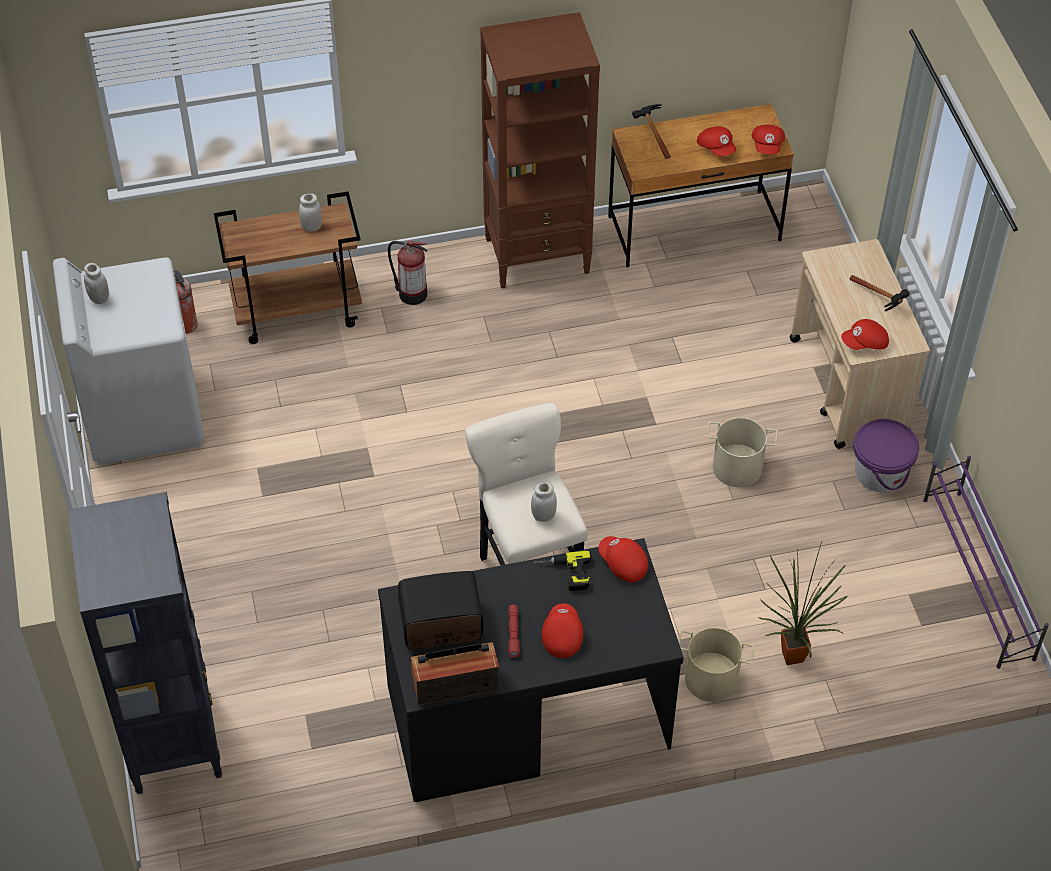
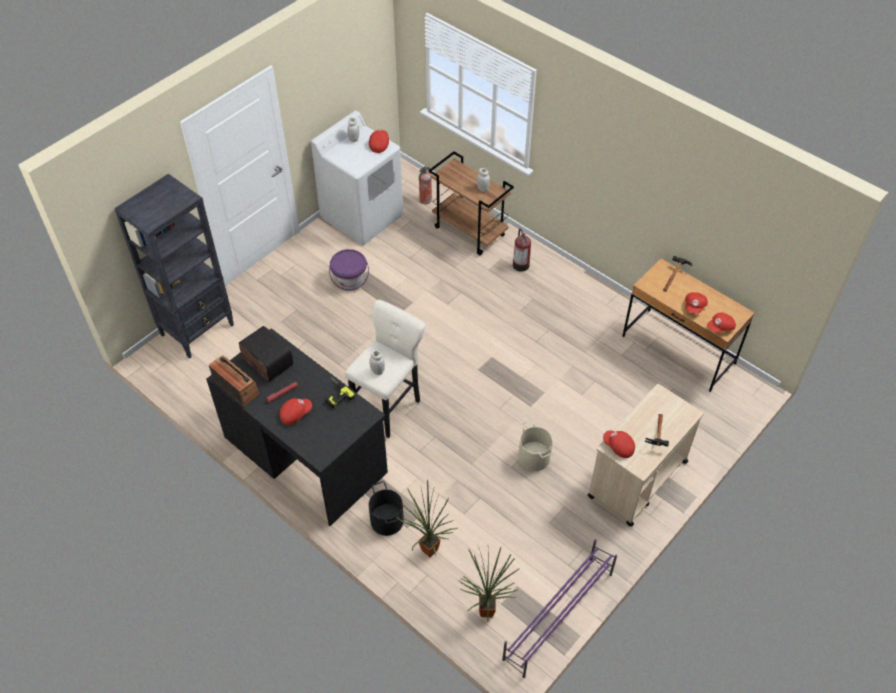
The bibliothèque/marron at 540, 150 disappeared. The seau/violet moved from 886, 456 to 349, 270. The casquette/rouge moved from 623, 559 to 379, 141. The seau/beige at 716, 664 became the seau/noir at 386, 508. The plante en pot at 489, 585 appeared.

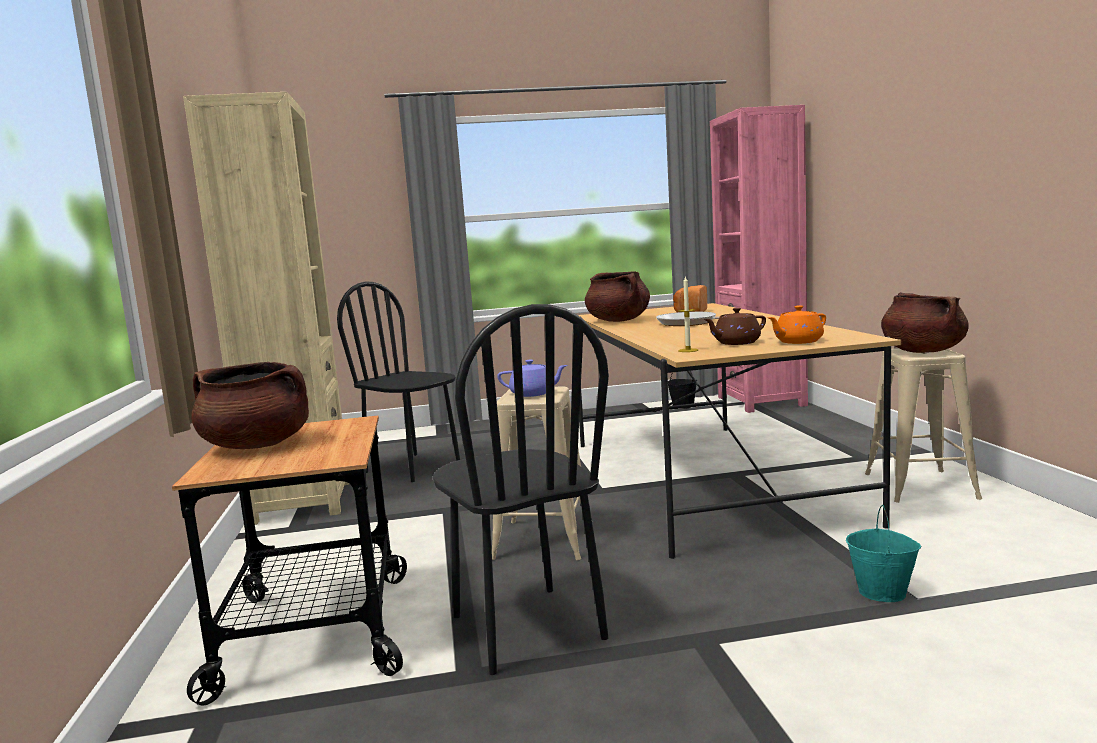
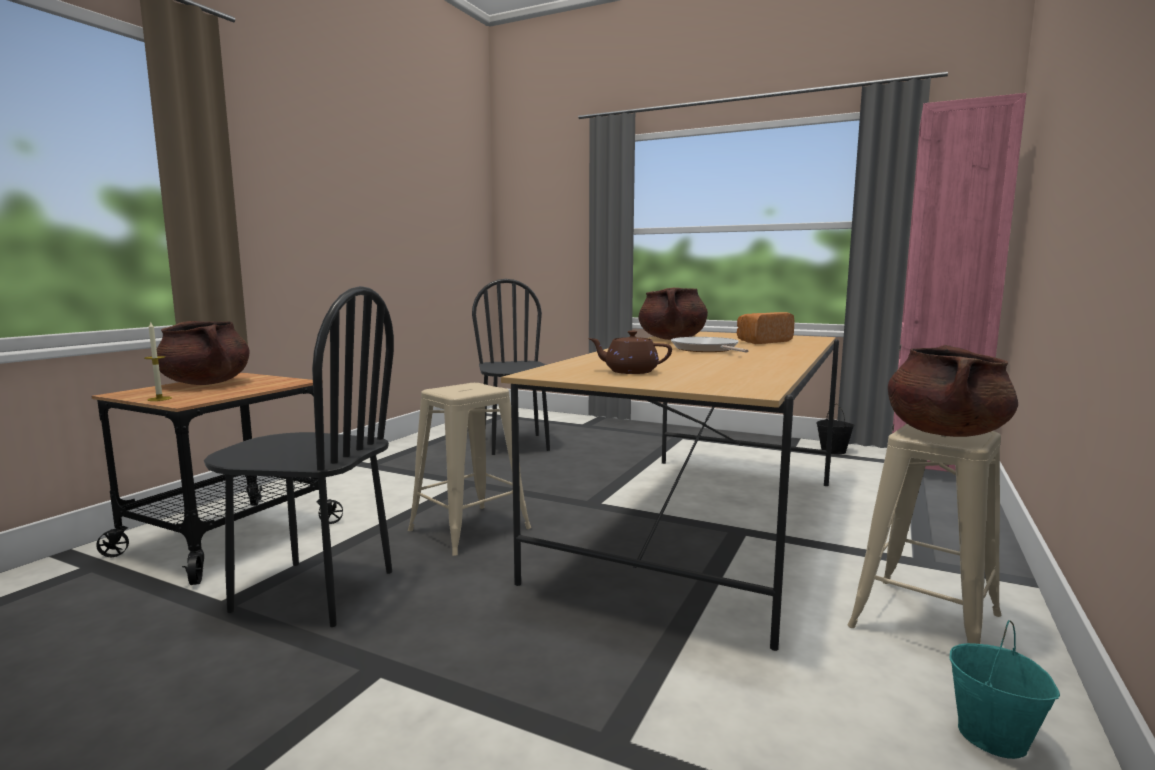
The bibliothèque/beige at 266, 308 disappeared. The bougie moved from 688, 313 to 158, 361. The chaise/noir at 520, 489 turned 90 degrees counterclockwise. The théière/orange at 797, 324 disappeared. The théière/violet at 532, 378 disappeared. The seau/turquoise moved from 884, 553 to 1005, 689.

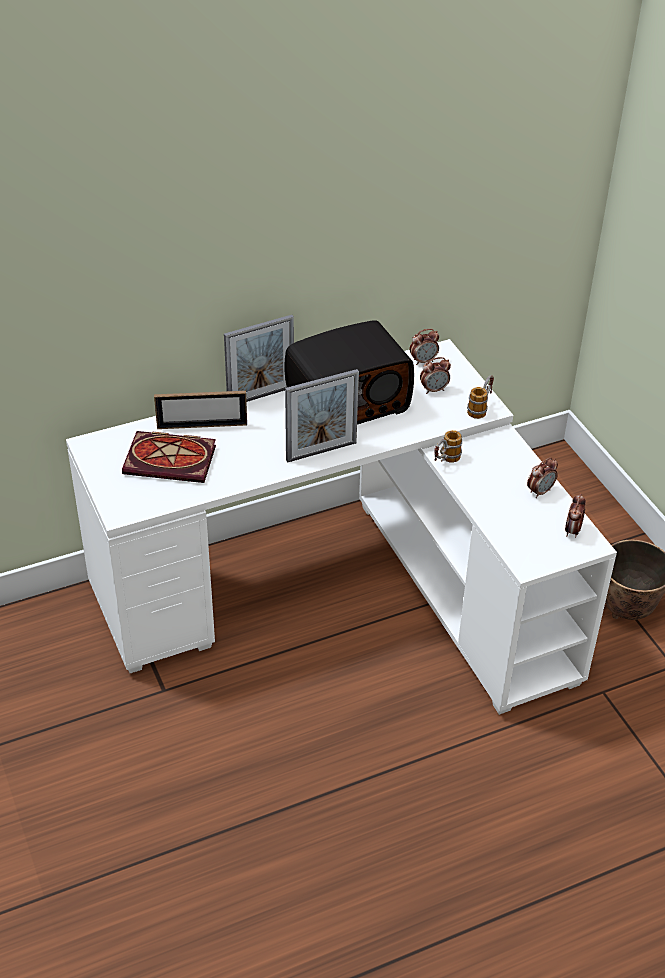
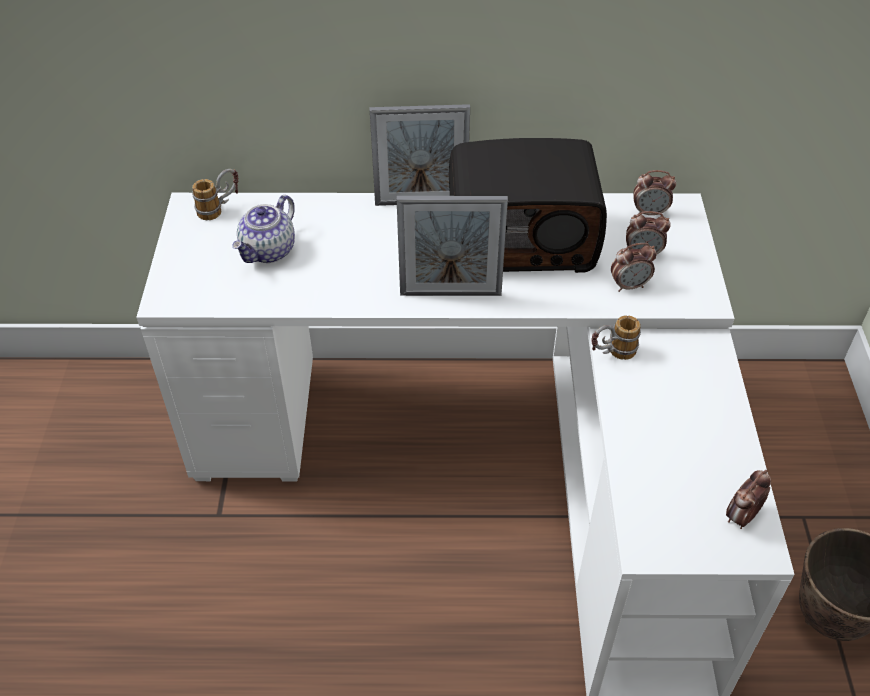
The mug moved from 480, 397 to 215, 194. The cadre photo at 200, 410 disappeared. The livre at 169, 457 was replaced by the théière at 263, 229. The réveil moved from 542, 478 to 634, 267.

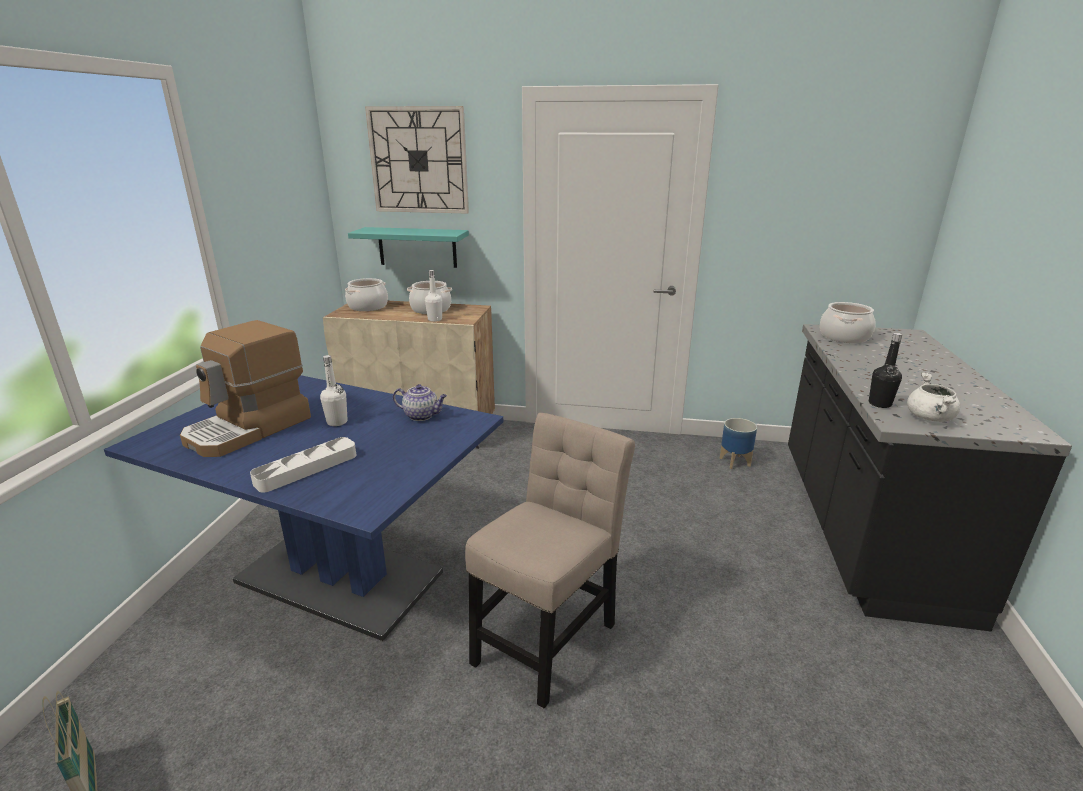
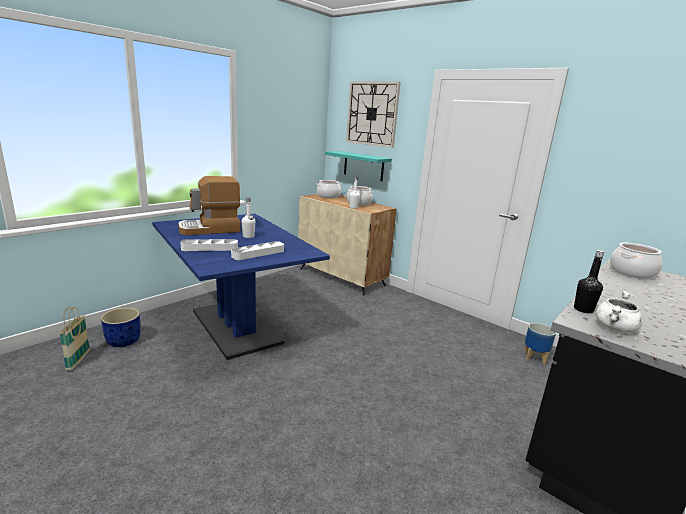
The théière at 420, 402 disappeared. The chaise/beige at 550, 560 disappeared. The plateau/blanc at 257, 250 appeared. The cache-pot/bleu at 121, 327 appeared.

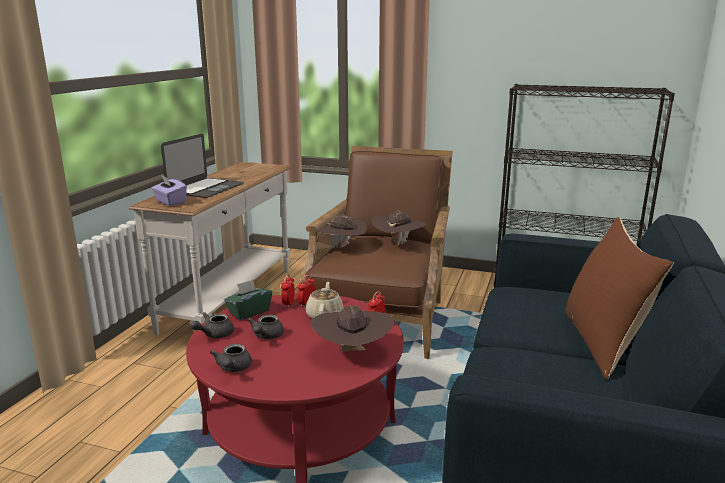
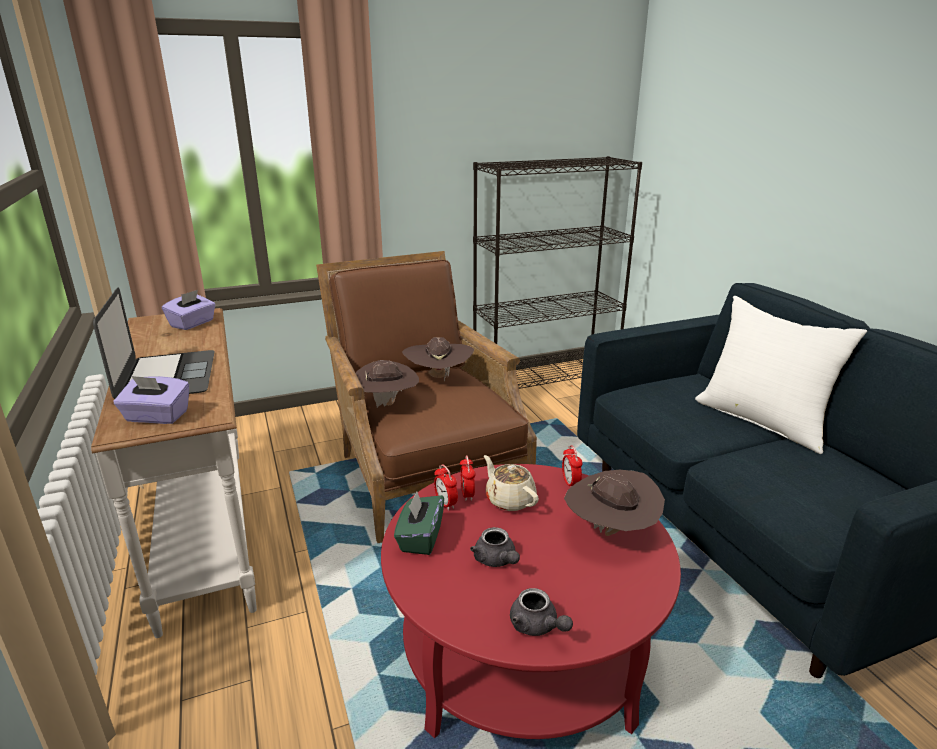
The coussin/marron at 619, 298 became the coussin/blanc at 781, 375. The théière/gris at 212, 325 disappeared. The boîte à mouchoirs/violet at 189, 310 appeared.

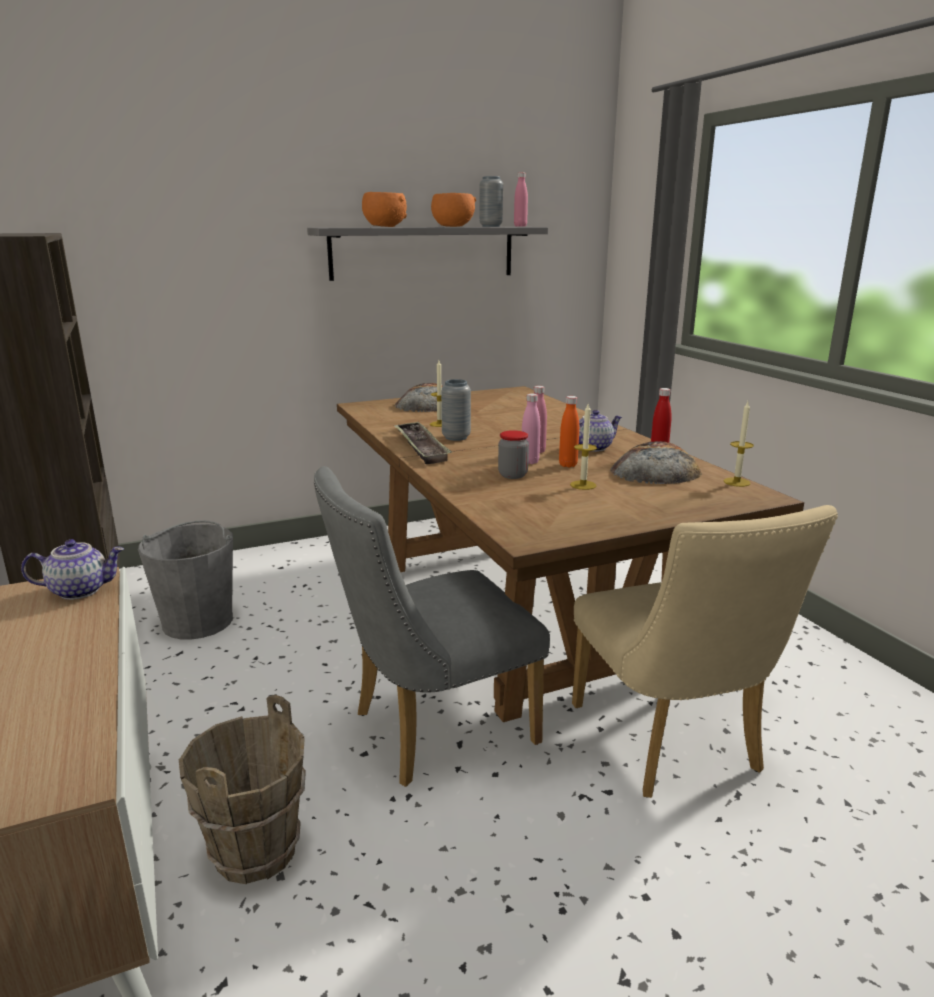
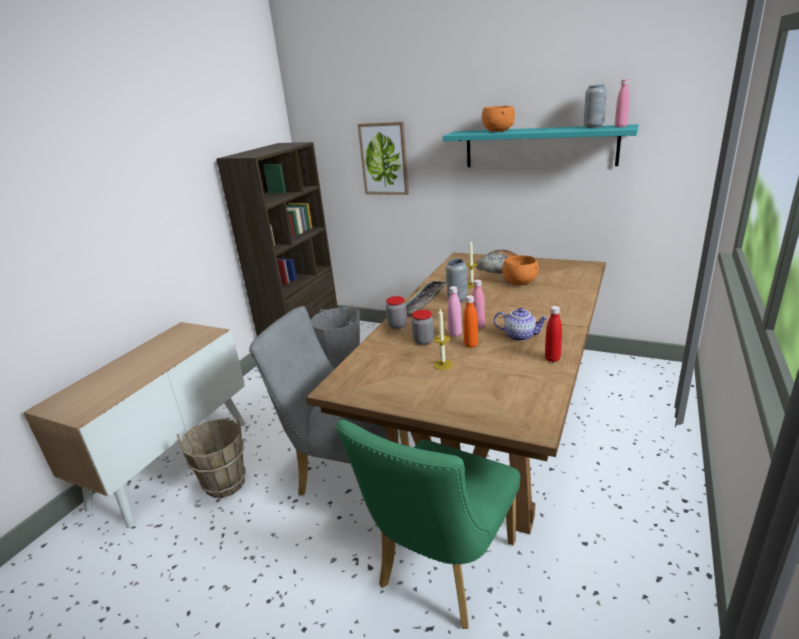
The bol/orange moved from 453, 210 to 520, 270. The étagère/gris at 427, 254 became the étagère/turquoise at 541, 145. The bougie at 738, 444 disappeared. The pain at 656, 462 disappeared. The chaise/beige at 705, 651 became the chaise/vert at 428, 524. The théière at 72, 569 disappeared. The tableau at 383, 158 appeared. The bocal at 396, 312 appeared.

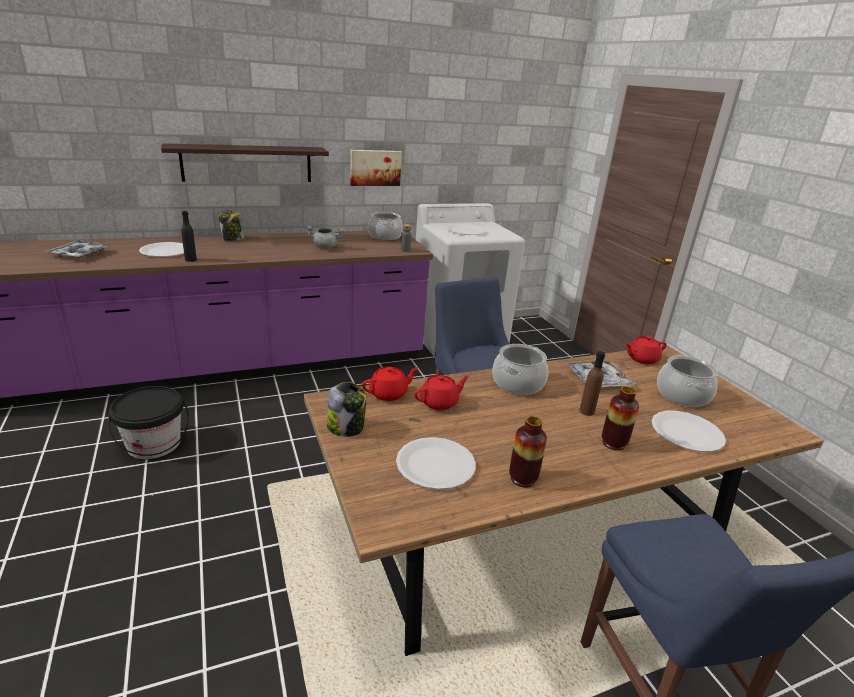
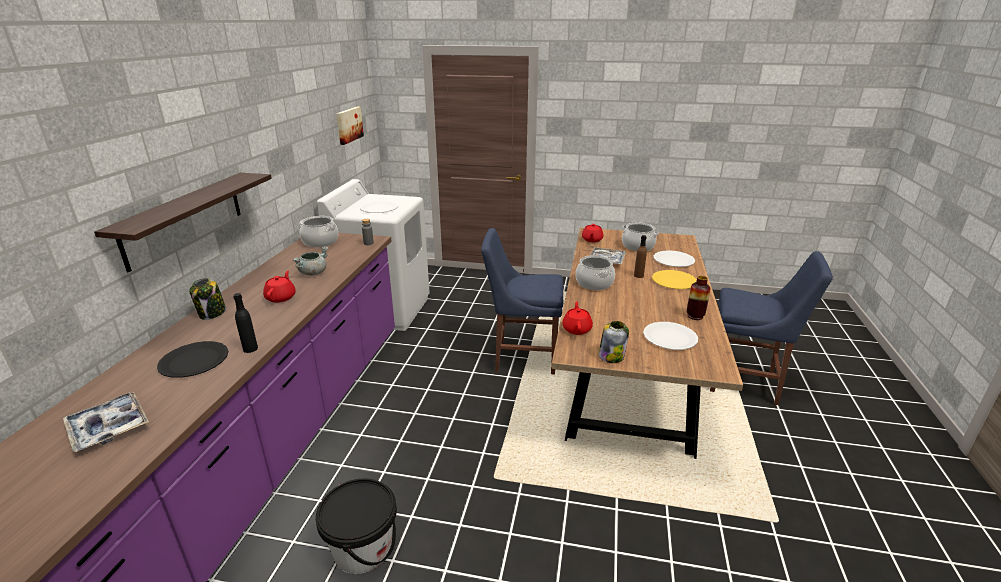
The tableau moved from 376, 168 to 350, 126. The assiette/blanc at 161, 249 became the assiette/noir at 192, 359. The théière/rouge moved from 441, 392 to 279, 287. The vase at 620, 418 was replaced by the assiette/jaune at 674, 279.

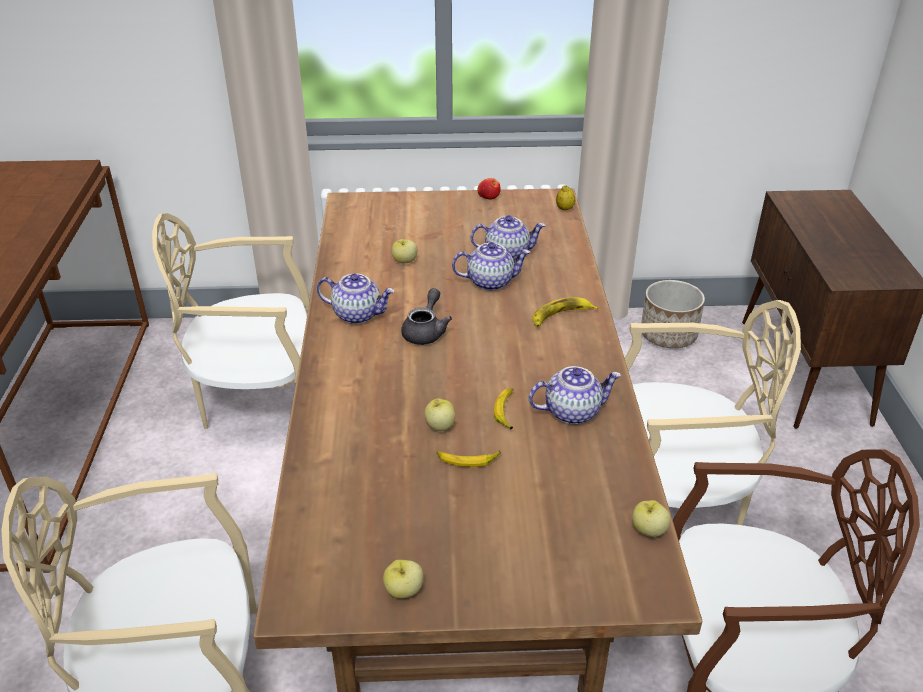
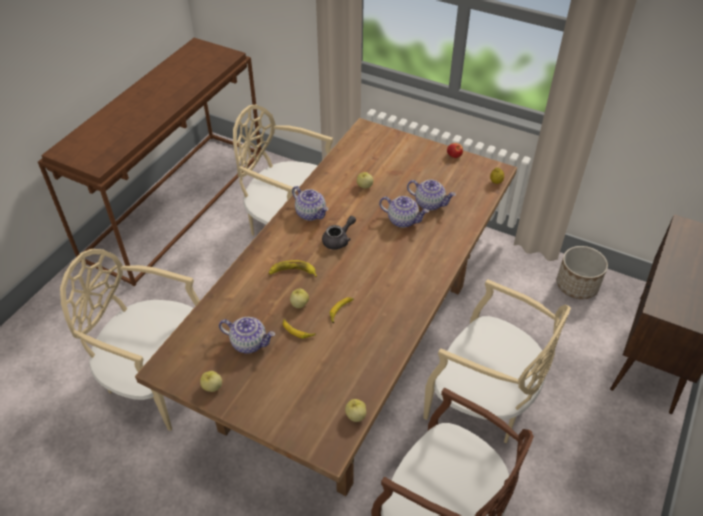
The banane moved from 565, 312 to 293, 268. The théière moved from 575, 395 to 247, 335.

